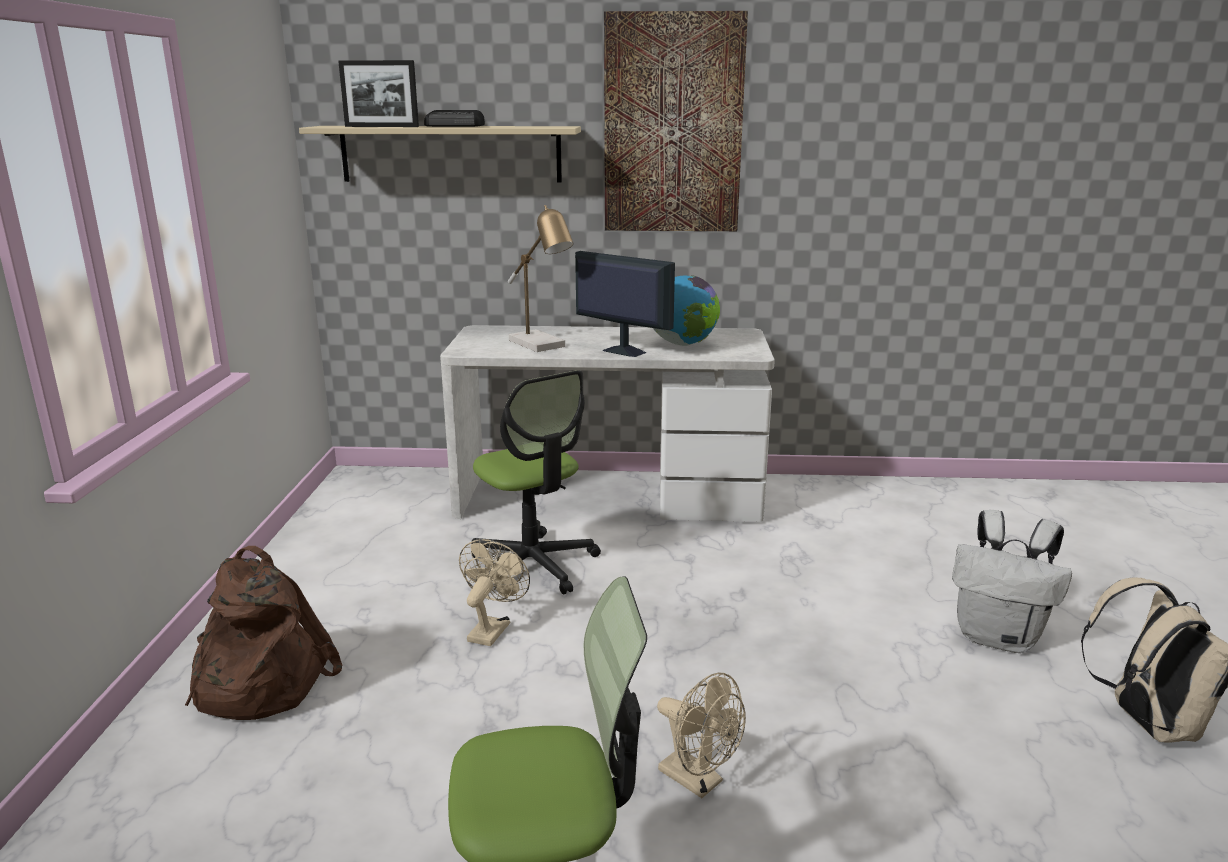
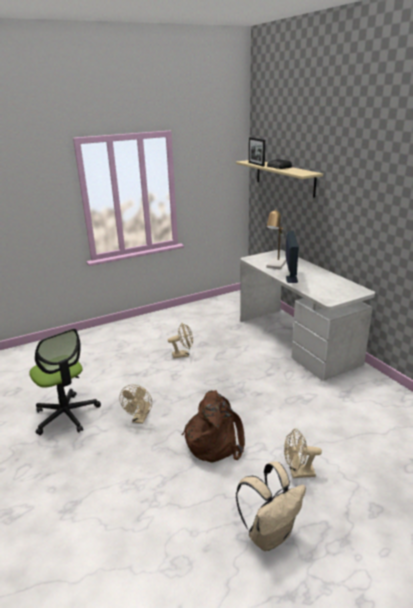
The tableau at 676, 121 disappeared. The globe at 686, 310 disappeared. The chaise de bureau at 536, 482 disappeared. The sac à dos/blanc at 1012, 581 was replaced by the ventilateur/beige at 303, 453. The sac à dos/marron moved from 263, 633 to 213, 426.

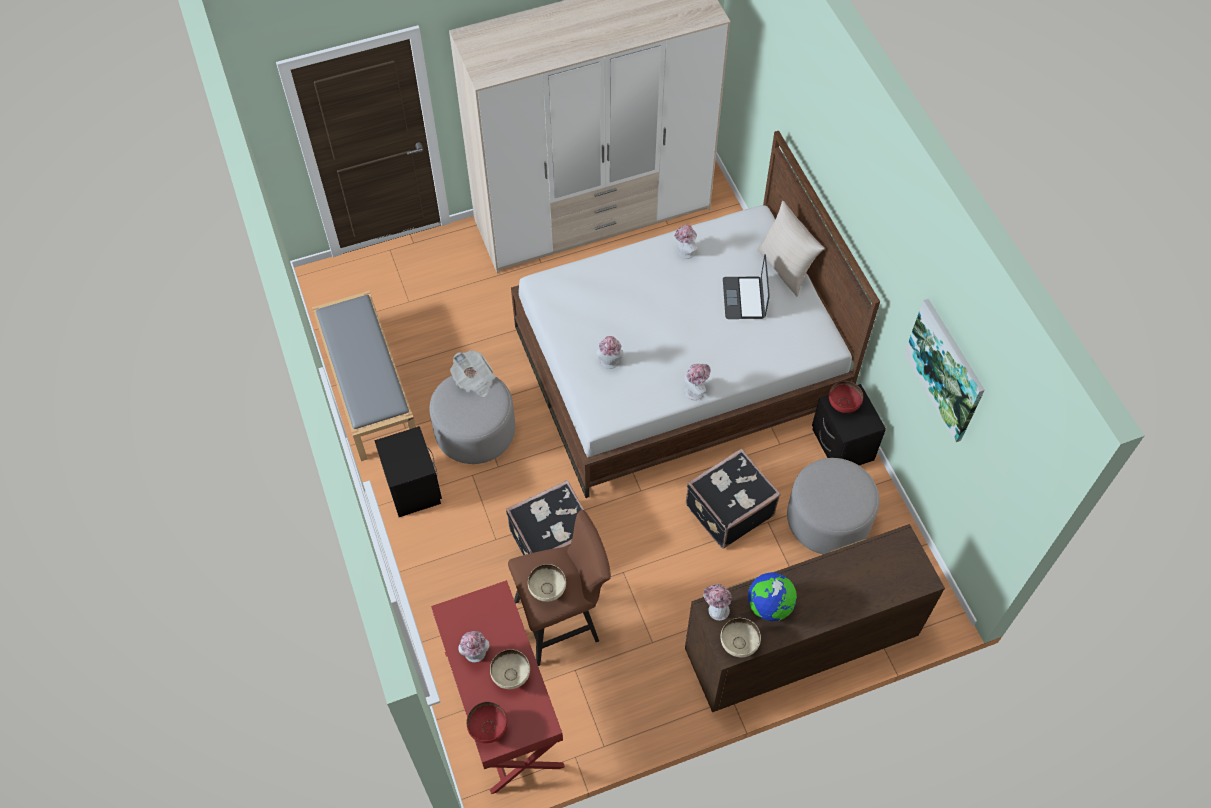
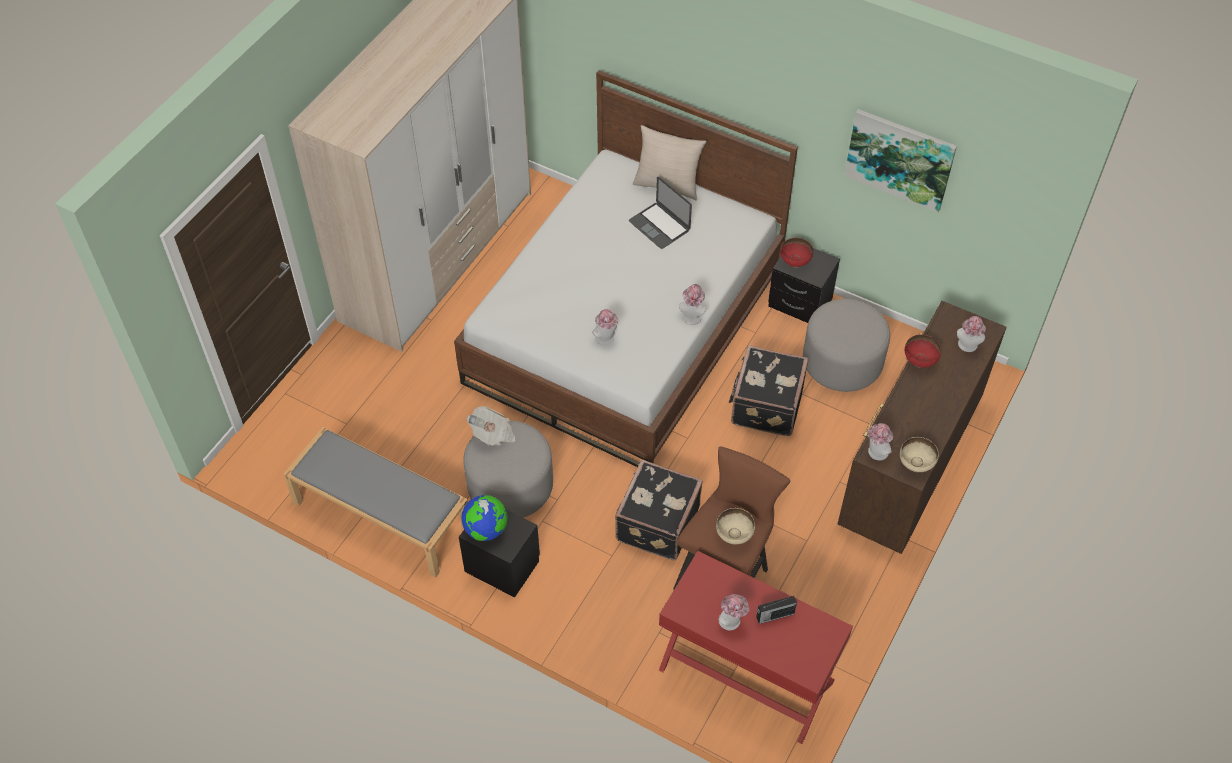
The chapeau moved from 685, 242 to 971, 334. The globe moved from 772, 596 to 484, 518. The bol/beige at 510, 669 was replaced by the radio at 776, 610. The bol/rouge moved from 486, 722 to 923, 351.

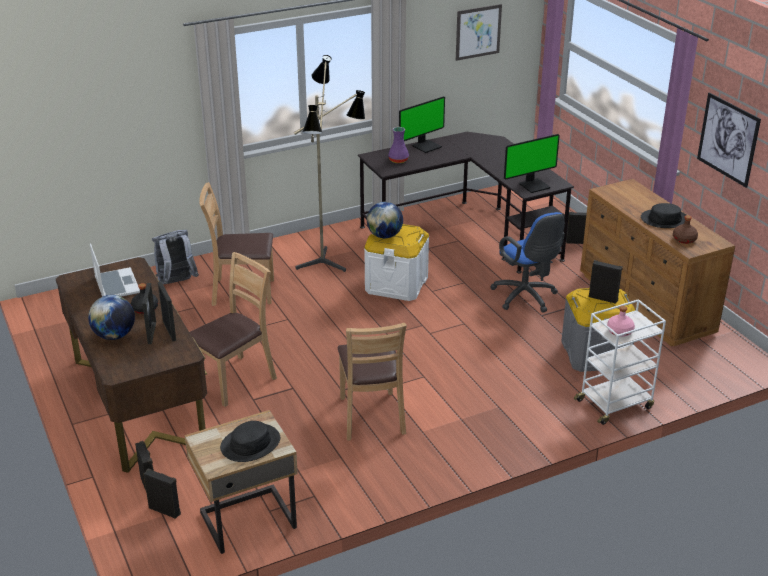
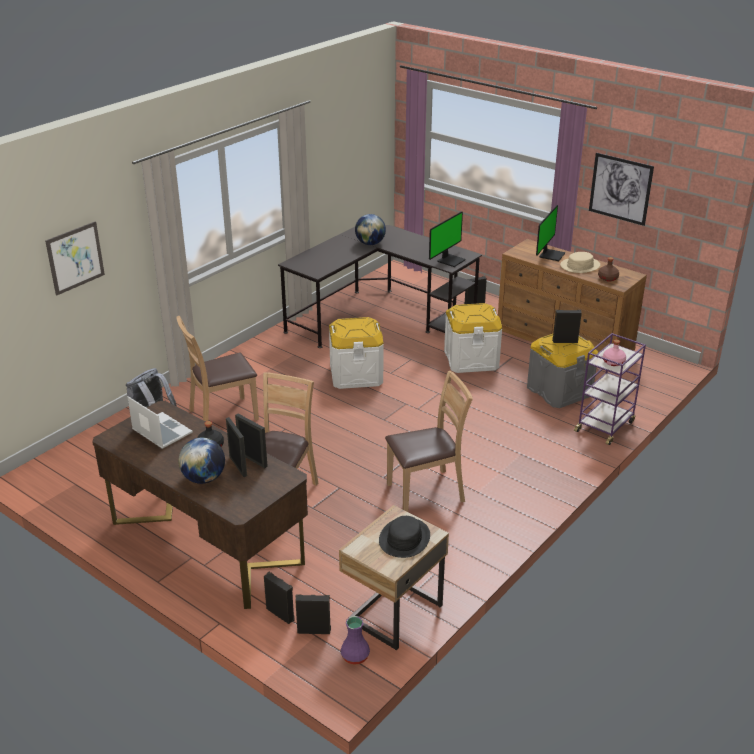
The tableau moved from 479, 32 to 75, 258. The lampadaire at 329, 163 disappeared. The écran d'ordinateur moved from 422, 124 to 551, 233. The vase/violet moved from 398, 145 to 355, 640. The globe moved from 385, 220 to 370, 229. The chapeau/noir at 663, 215 became the chapeau/beige at 580, 262. The chaise de bureau/bleu at 527, 262 was replaced by the boîte de rangement/blanc at 473, 338. The chariot/blanc at 620, 362 became the chariot/violet at 610, 389. The chaise/marron at 372, 381 turned 75 degrees counterclockwise.

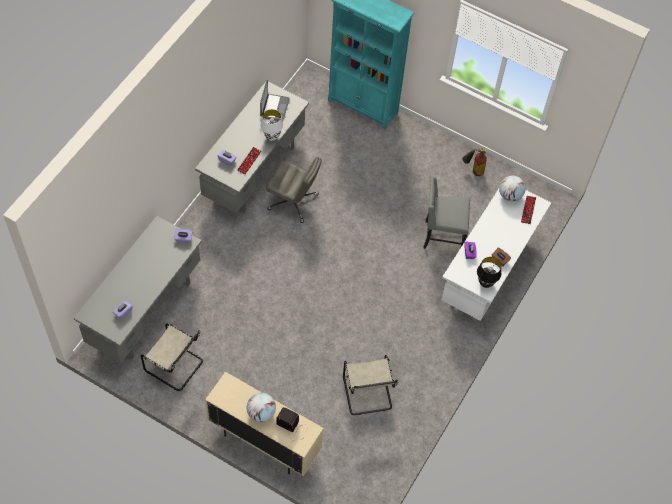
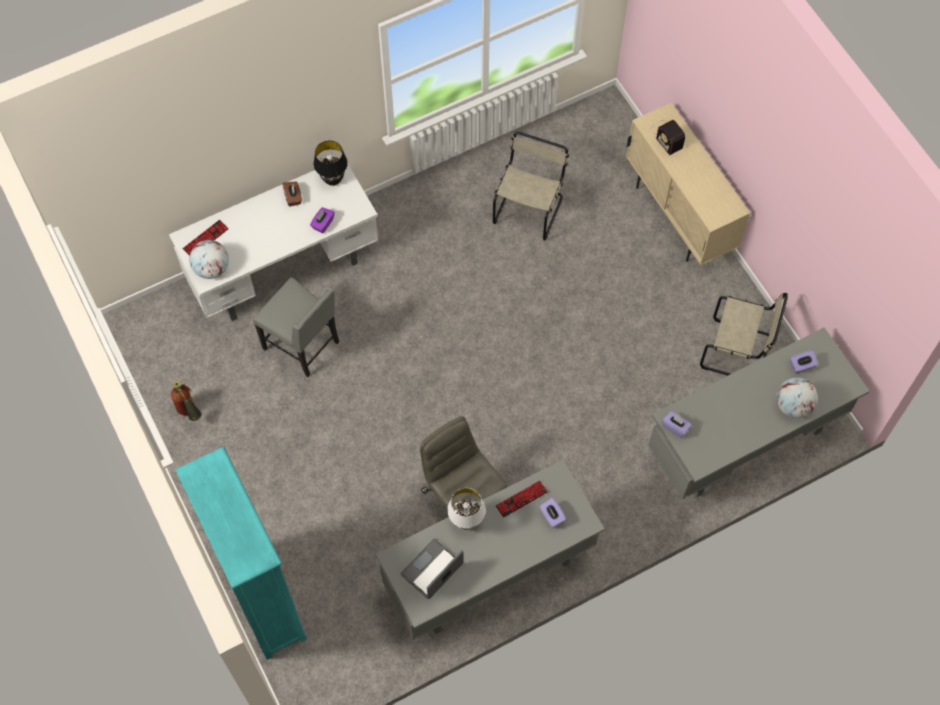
The chaise/beige at 172, 357 turned 135 degrees clockwise. The globe moved from 261, 407 to 797, 398.

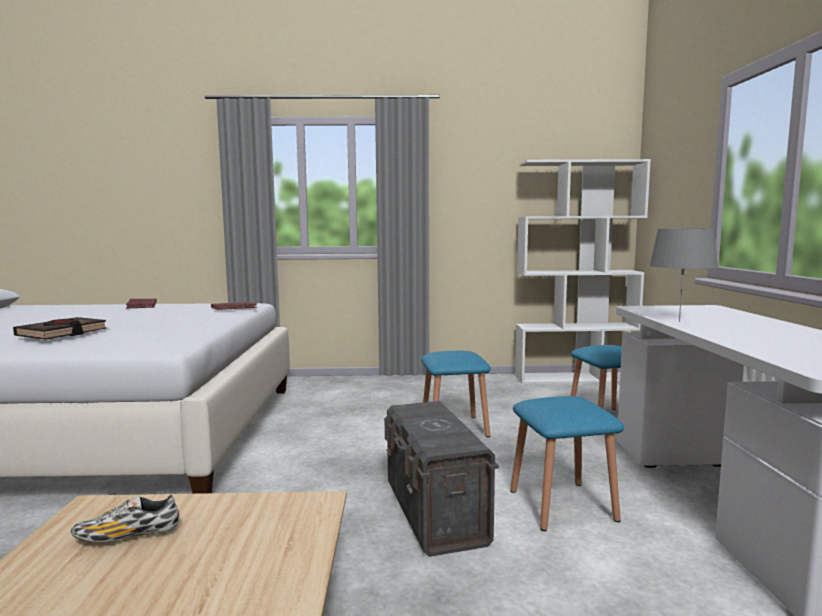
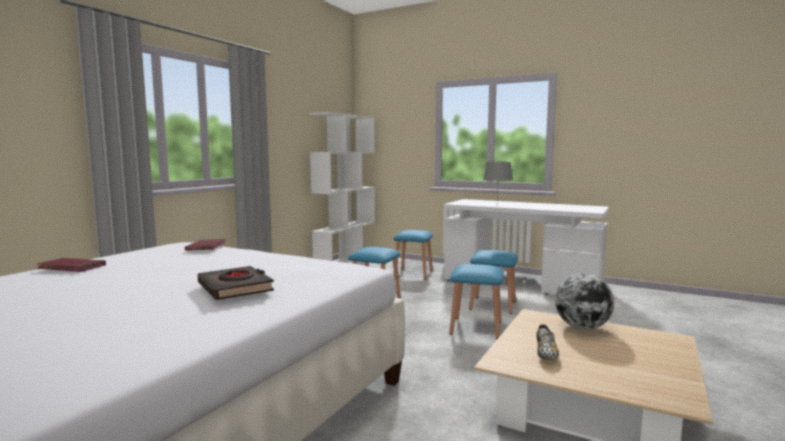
The boîte de rangement/gris at 441, 479 was replaced by the tabouret/bleu at 476, 301. The globe at 584, 301 appeared.

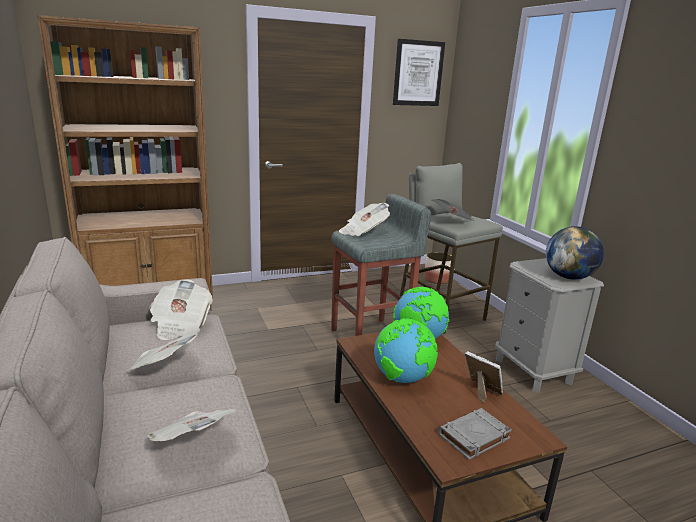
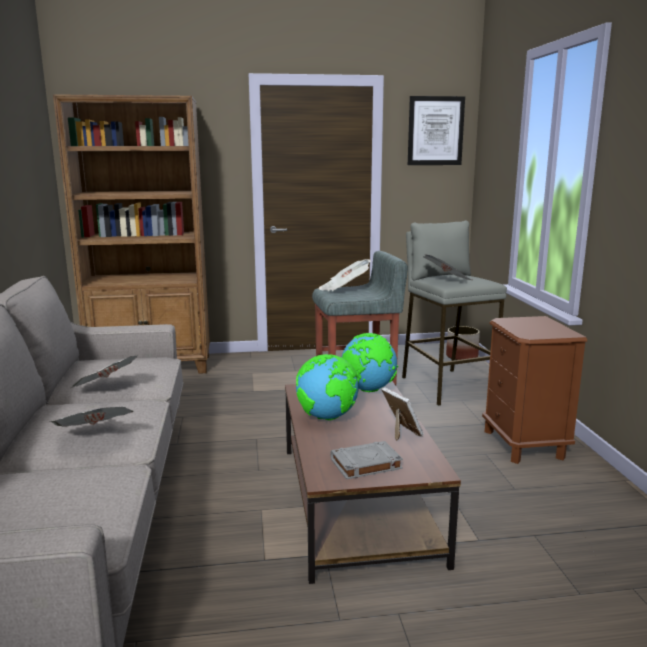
The globe at 575, 253 disappeared. The table de chevet/gris at 549, 325 became the table de chevet/marron at 534, 390. The journal at 181, 309 disappeared.

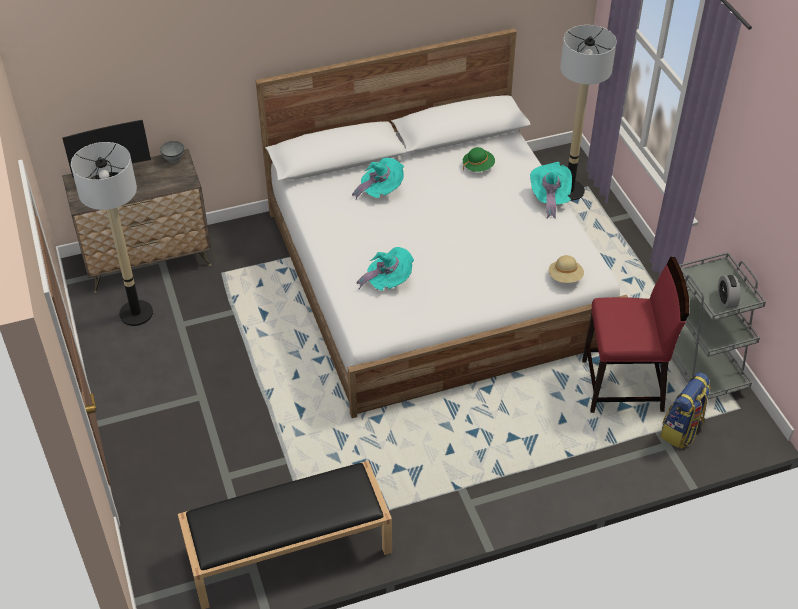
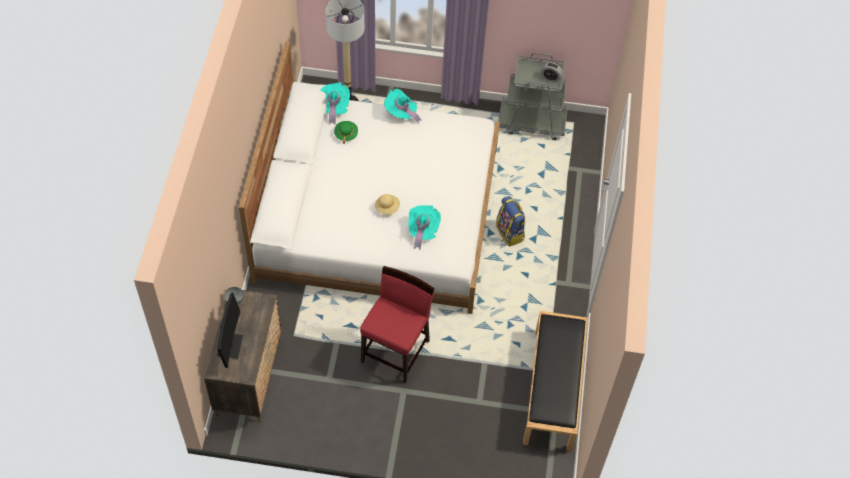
The lampadaire at 112, 234 disappeared. The chapeau/turquoise moved from 378, 179 to 335, 103. The chapeau/beige moved from 566, 269 to 387, 204. The chaise/rouge moved from 635, 335 to 397, 324. The sac à dos moved from 685, 410 to 511, 221.

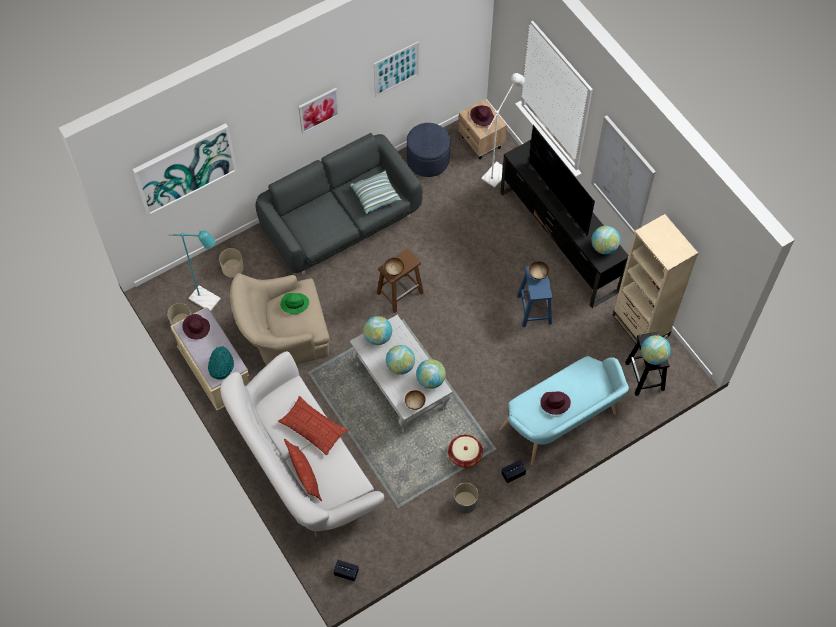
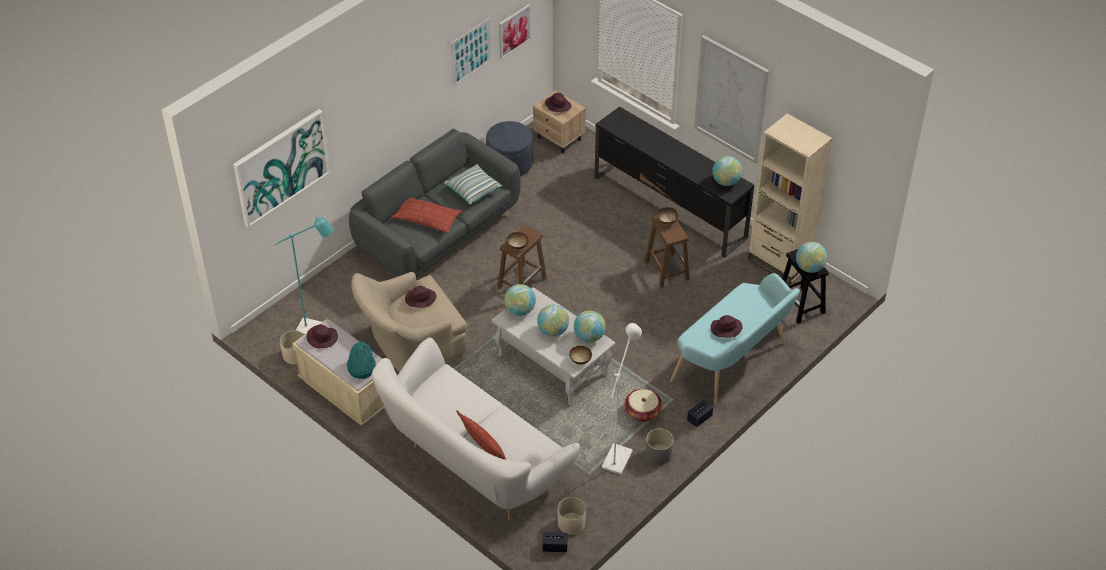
The lampadaire/blanc moved from 503, 130 to 621, 399. The tableau moved from 318, 110 to 515, 31. The téléviseur at 561, 180 disappeared. The cache-pot/beige moved from 231, 263 to 572, 516. The tabouret/bleu at 534, 296 became the tabouret/marron at 667, 252. The chapeau/vert at 294, 303 became the chapeau/violet at 420, 297. The coussin moved from 313, 425 to 427, 215.

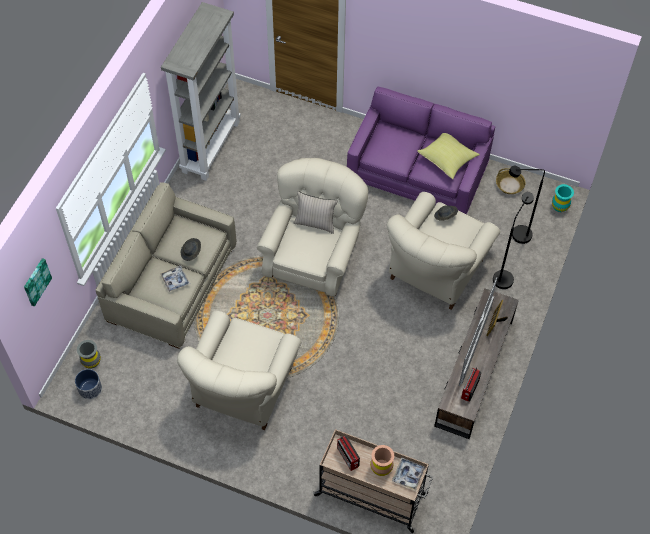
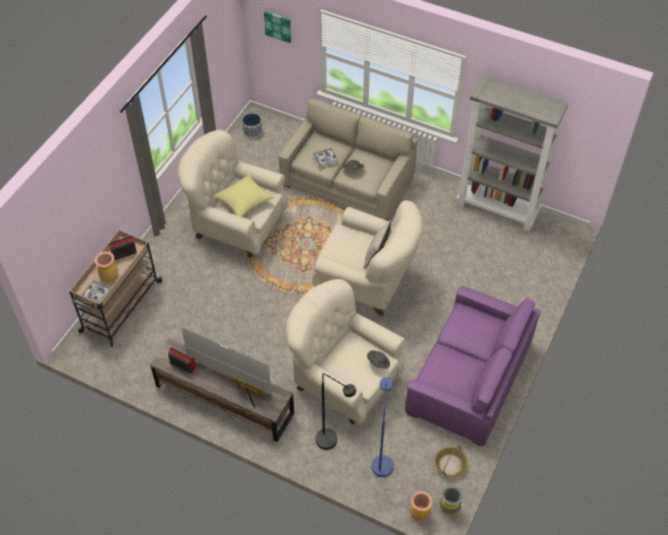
The coussin/jaune moved from 448, 156 to 244, 195. The lampadaire/noir at 527, 205 became the lampadaire/bleu at 382, 427. The vase/turquoise at 563, 198 became the vase/marron at 421, 506. The vase/gris moved from 89, 354 to 451, 500.

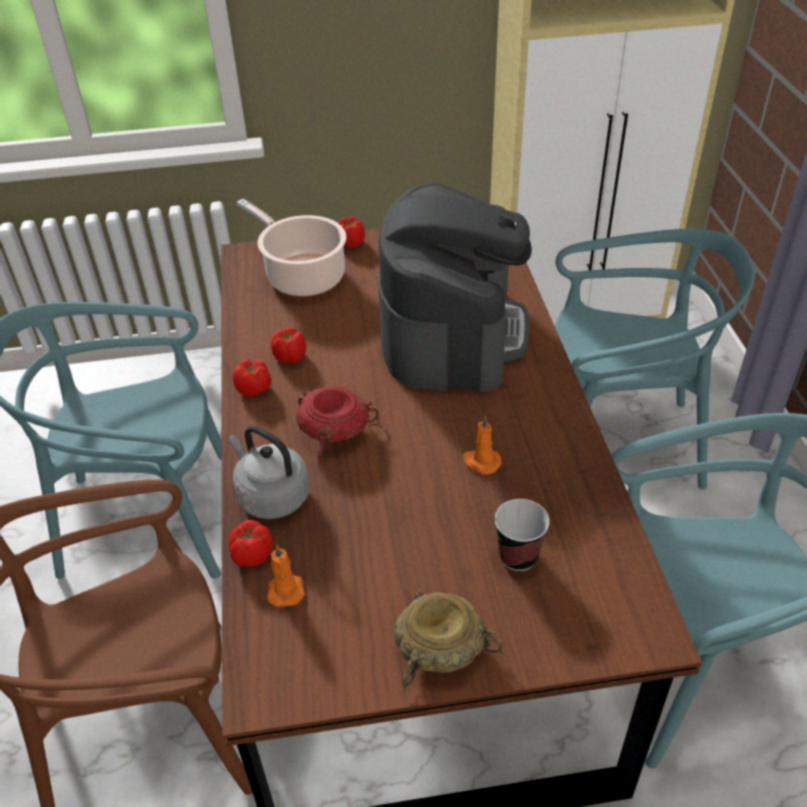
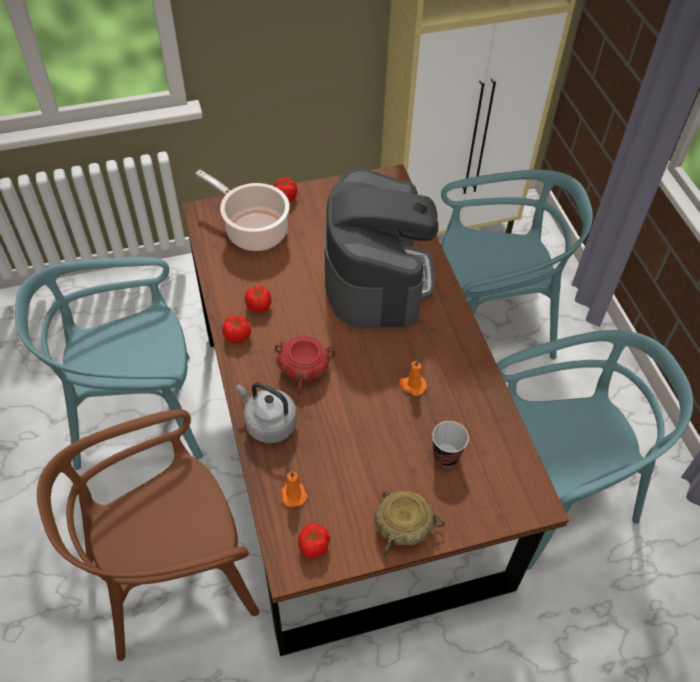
The tomate moved from 250, 543 to 314, 540.

